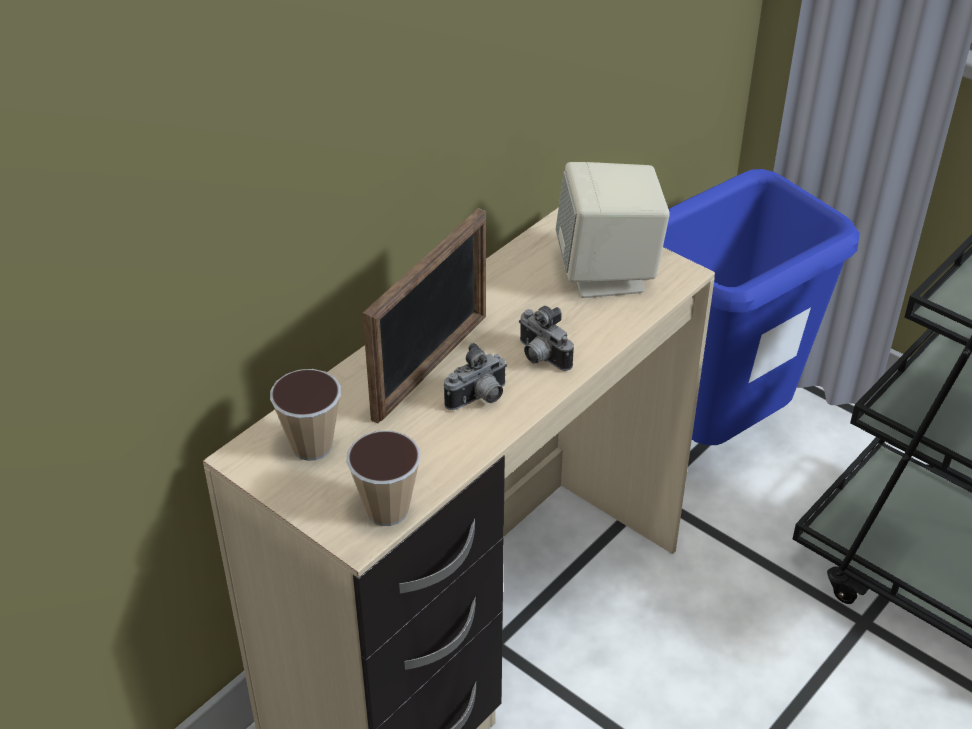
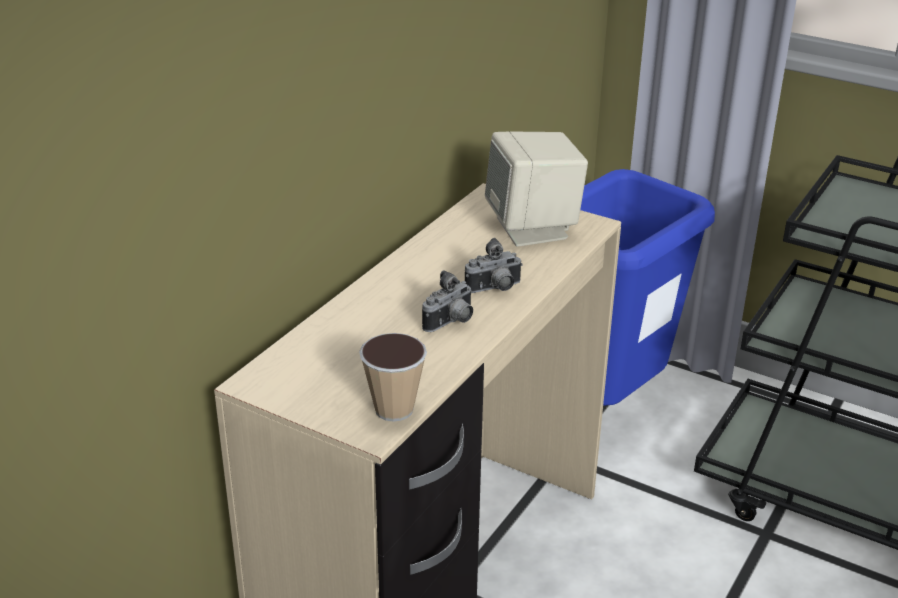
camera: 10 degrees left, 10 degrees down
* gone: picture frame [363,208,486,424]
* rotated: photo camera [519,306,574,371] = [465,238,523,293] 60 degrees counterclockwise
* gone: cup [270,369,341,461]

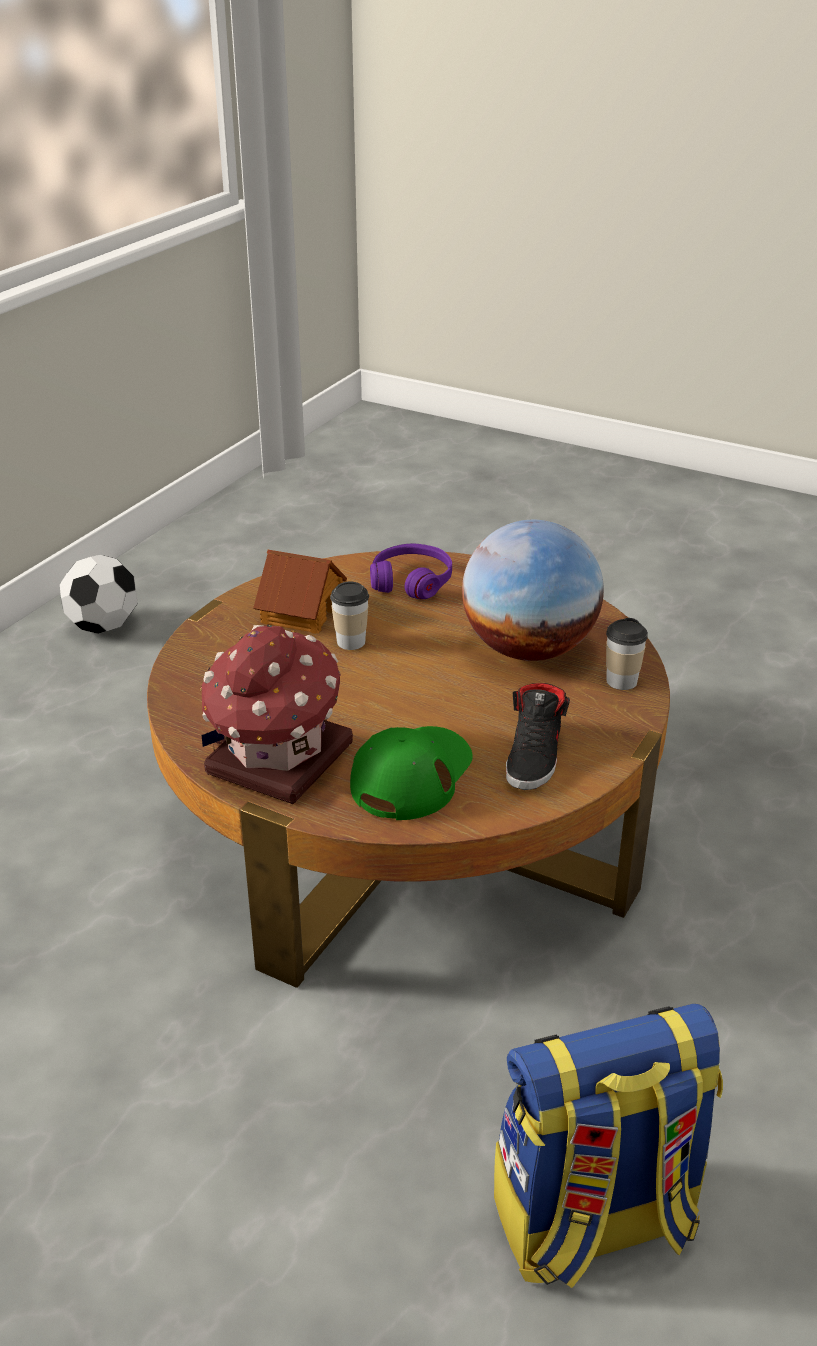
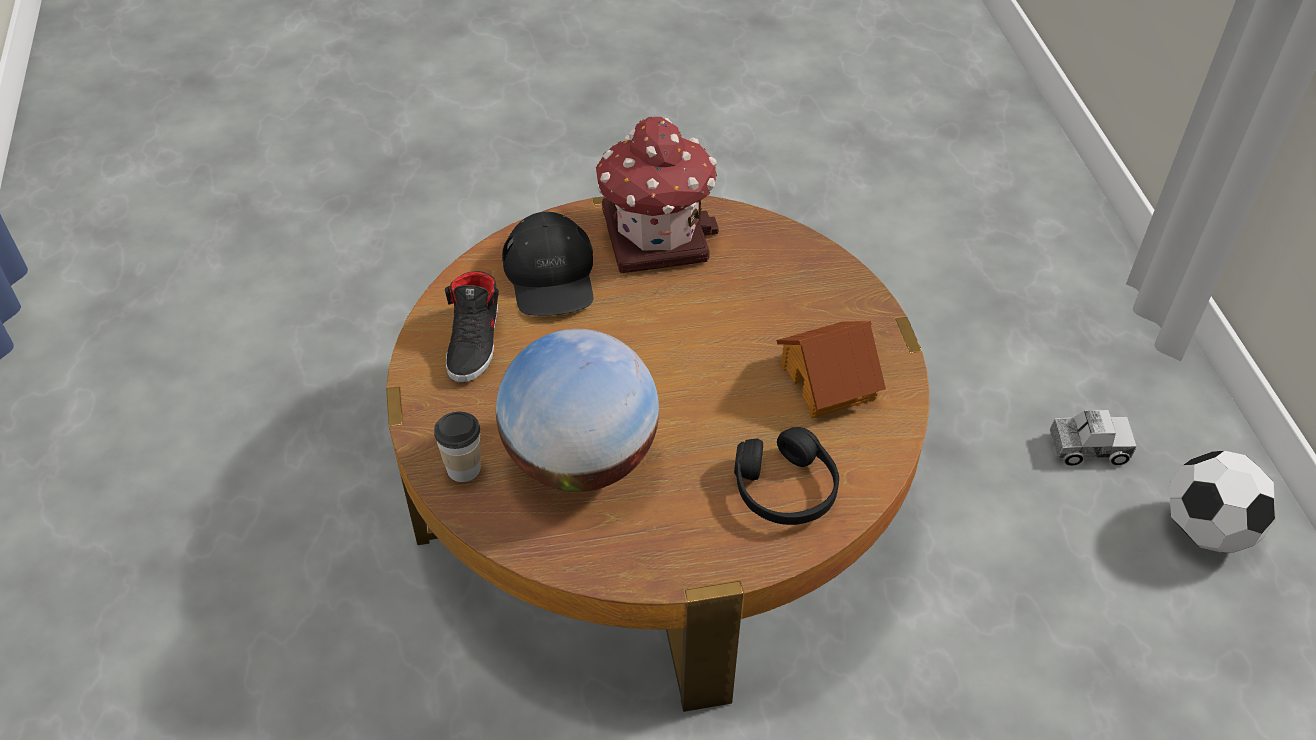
camera: 140 degrees right, 15 degrees up
* repainted: headphones (purple) [370,543,452,599] to headphones (black) [734,427,839,525]
* gone: cup [330,582,369,650]
* rotated: shoe (black) [506,683,570,790] = [445,271,499,383] 150 degrees counterclockwise
* repainted: cap (green) [350,726,473,820] to cap (black) [502,212,593,316]
* gone: backpack [494,1004,723,1288]
* new: toy truck [1050,410,1137,466]

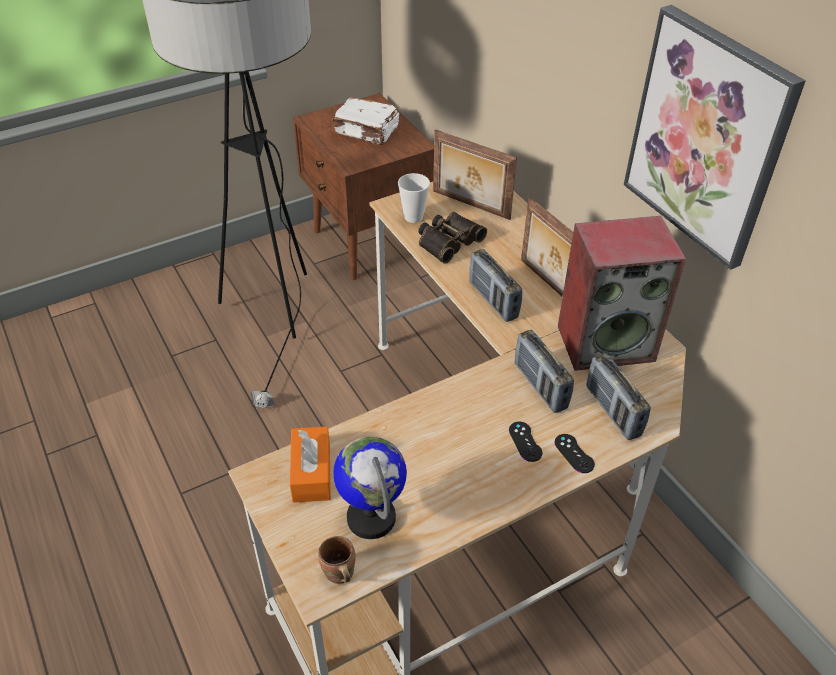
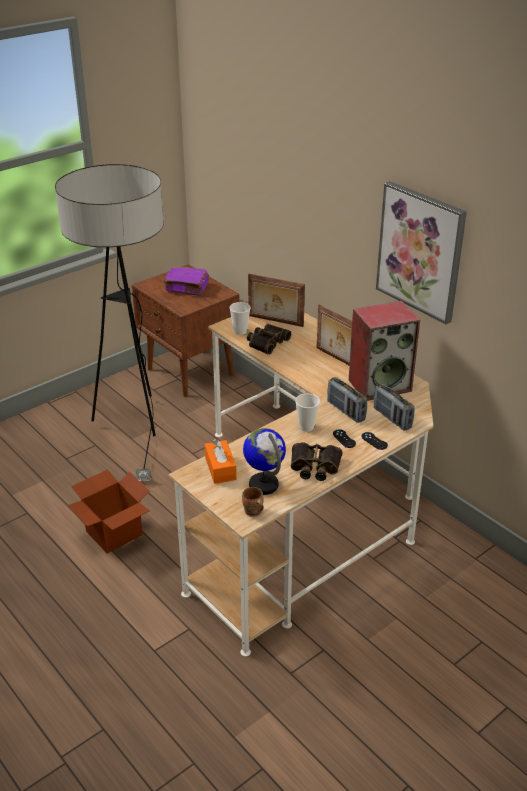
camera: 10 degrees left, 10 degrees down
* repainted: book (white) [332,97,399,145] to book (purple) [164,267,209,296]
* gone: radio [469,249,522,322]
* new: cup [295,394,320,432]
* new: binoculars [291,442,343,481]
* new: cardboard box [68,469,150,553]

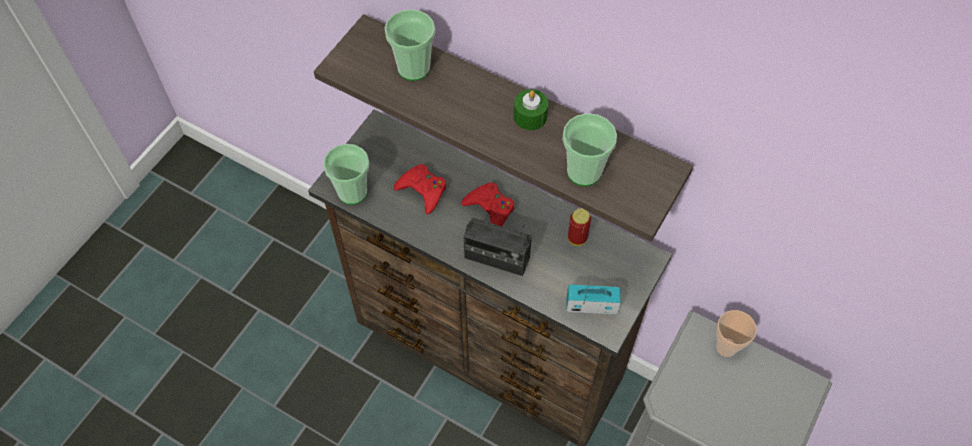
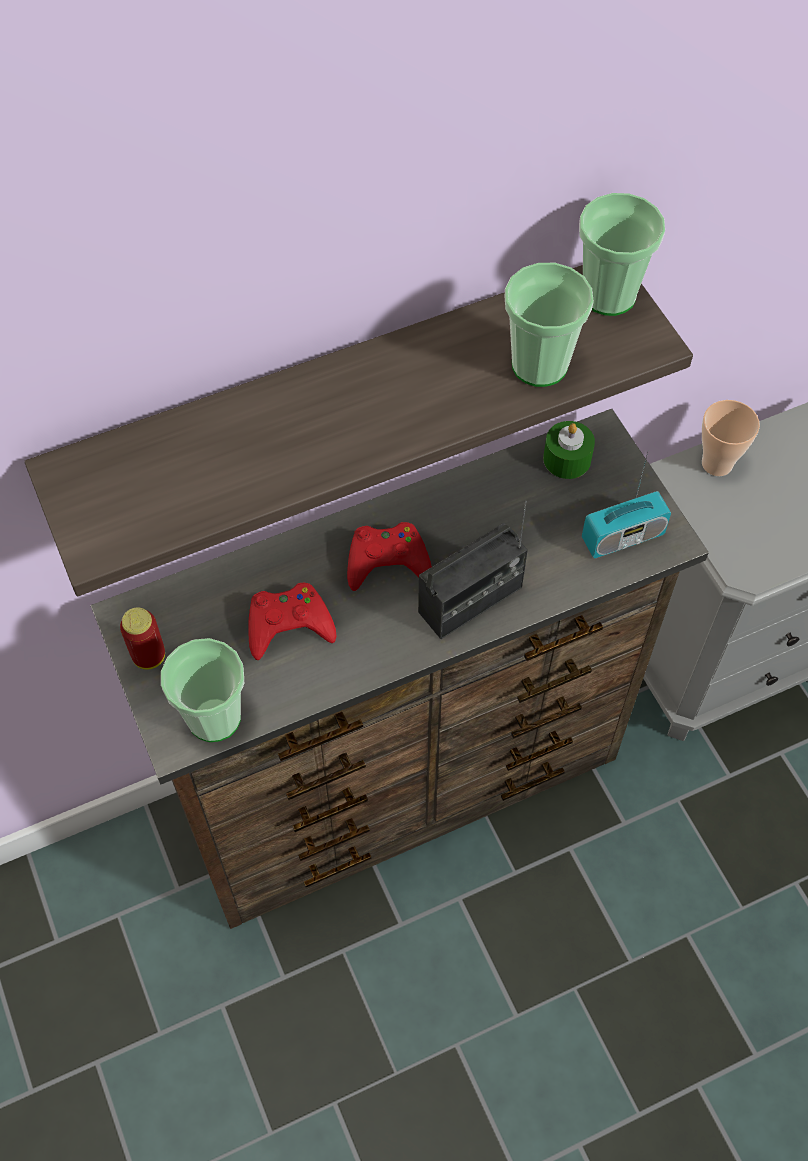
camera: 55 degrees left, 0 degrees up
* shifted: cup [384,10,435,81] to [579,193,665,316]
* shifted: candle (green) [514,89,548,130] to [543,421,595,479]
* shifted: can [568,209,591,246] to [120,607,165,670]
* rotated: radio [566,280,621,315] = [582,450,671,558] 150 degrees counterclockwise

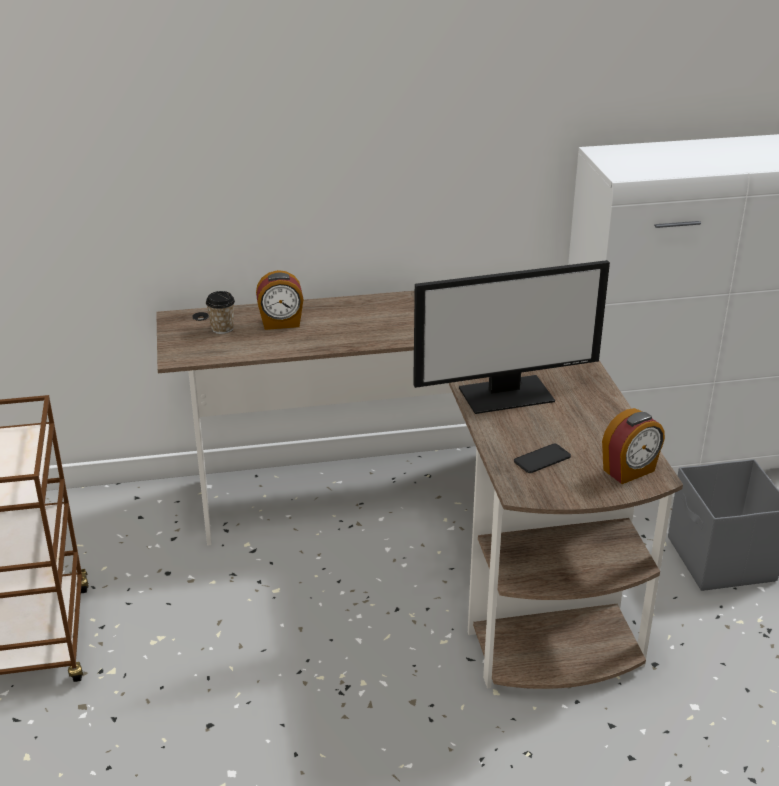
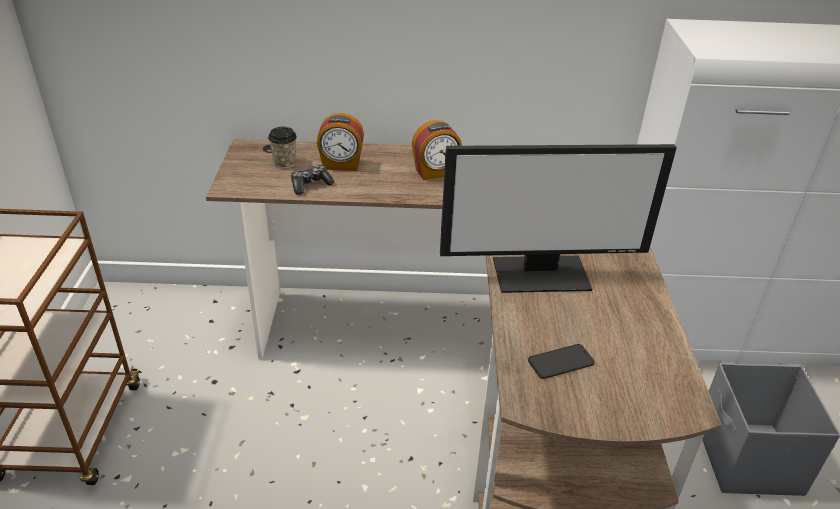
camera: 10 degrees right, 5 degrees up
* shifted: alarm clock [602,408,665,484] to [412,120,462,180]
* new: game controller [291,165,334,195]

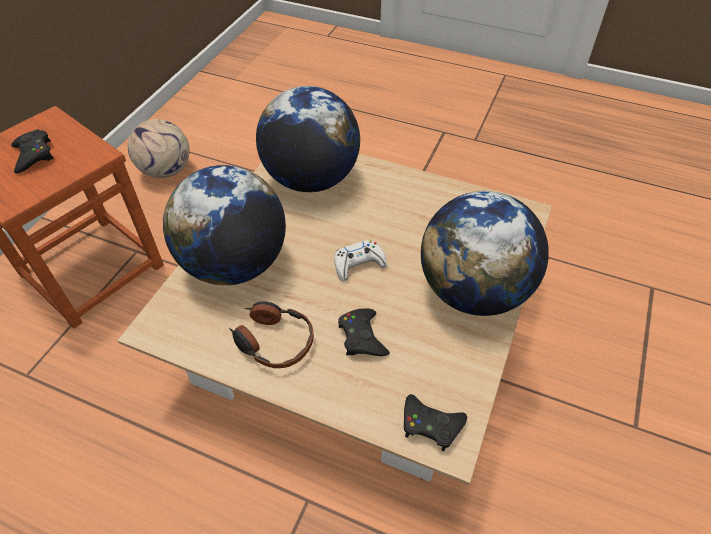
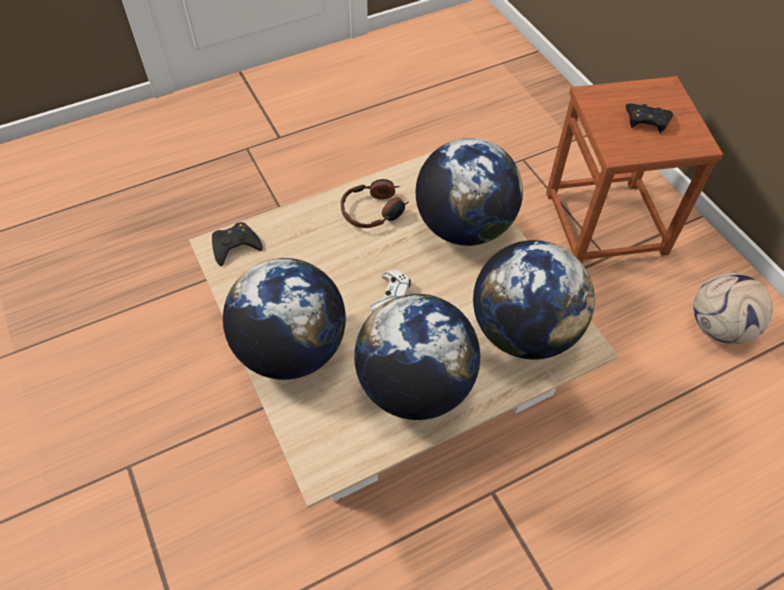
camera: 130 degrees right, 5 degrees up
* gone: game controller (black) [338,308,390,356]
* new: globe [354,294,480,420]

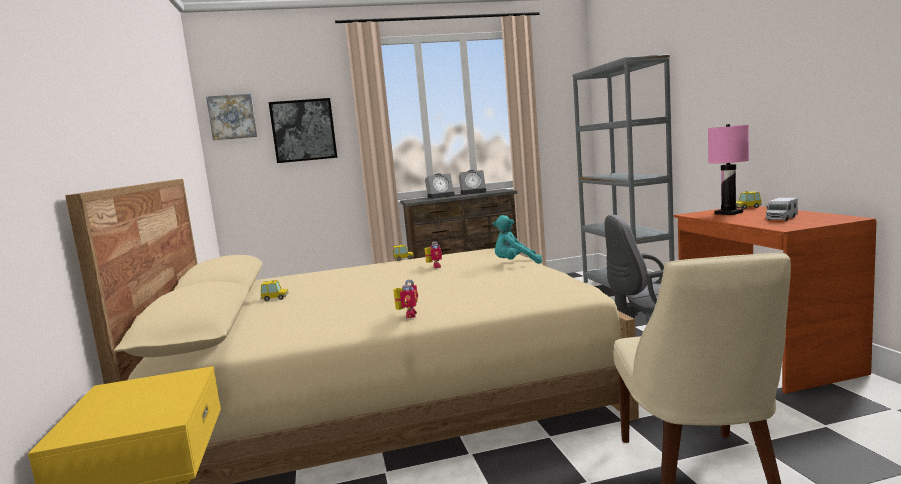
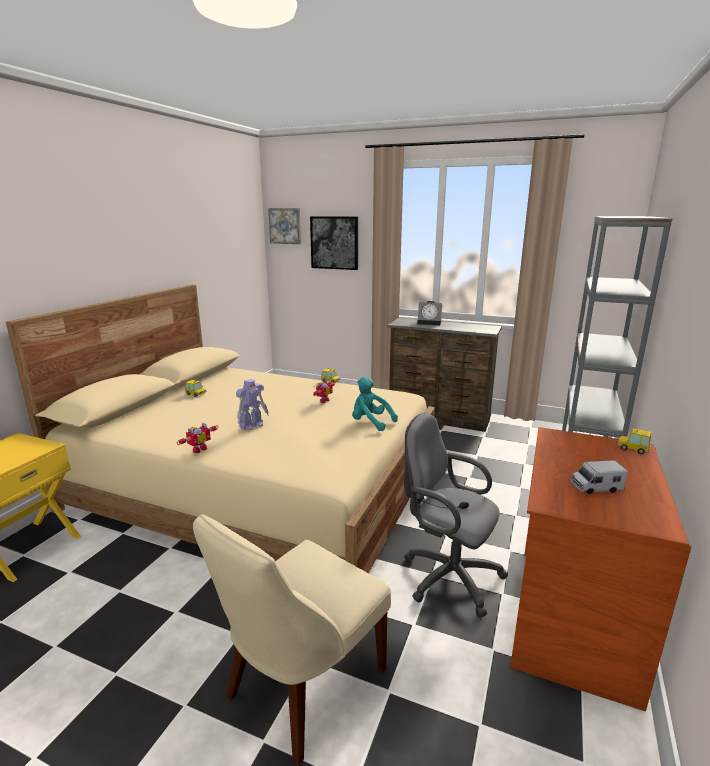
camera: 35 degrees right, 10 degrees up
* gone: table lamp (pink) [708,124,749,215]
* gone: alarm clock [459,170,486,195]
* new: toy robot [236,379,269,430]

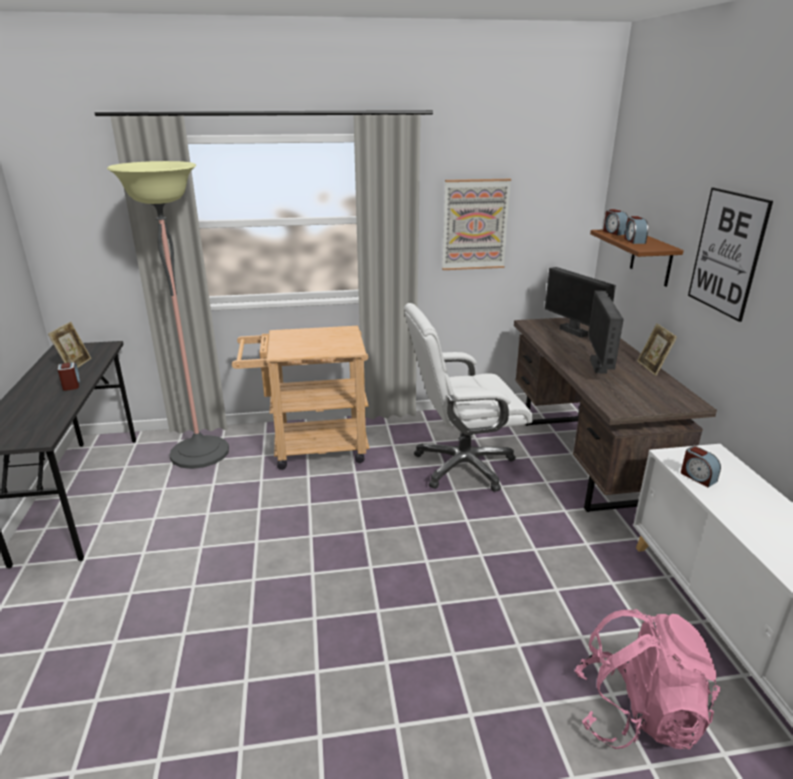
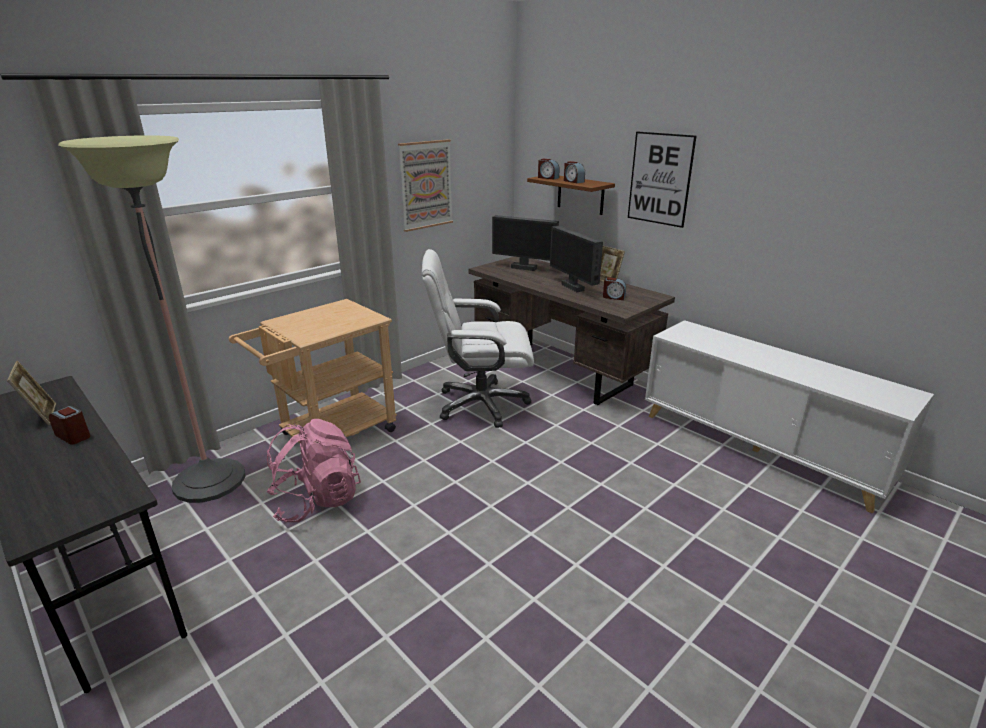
camera: 35 degrees left, 0 degrees up
* rotated: office chair (white) [404,303,533,492] = [422,249,534,428] 45 degrees clockwise
* shifted: alarm clock [681,446,721,487] to [603,277,626,300]
* shifted: backpack (pink) [574,609,721,749] to [266,419,361,522]

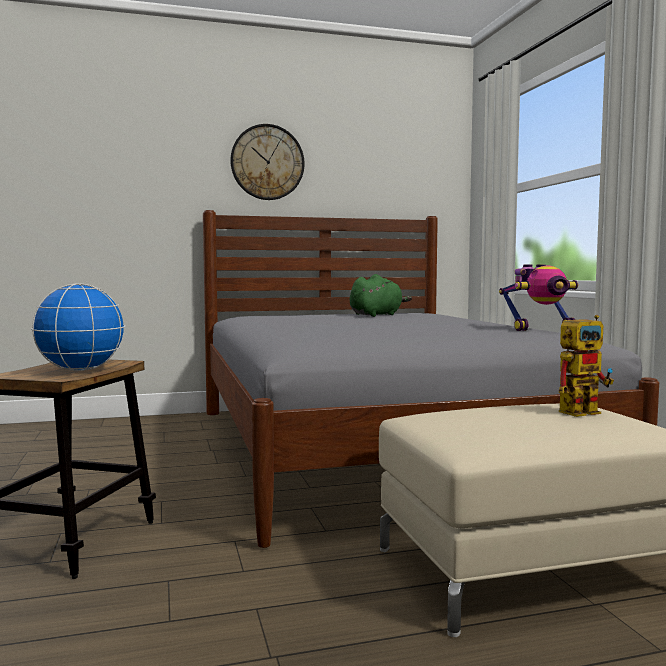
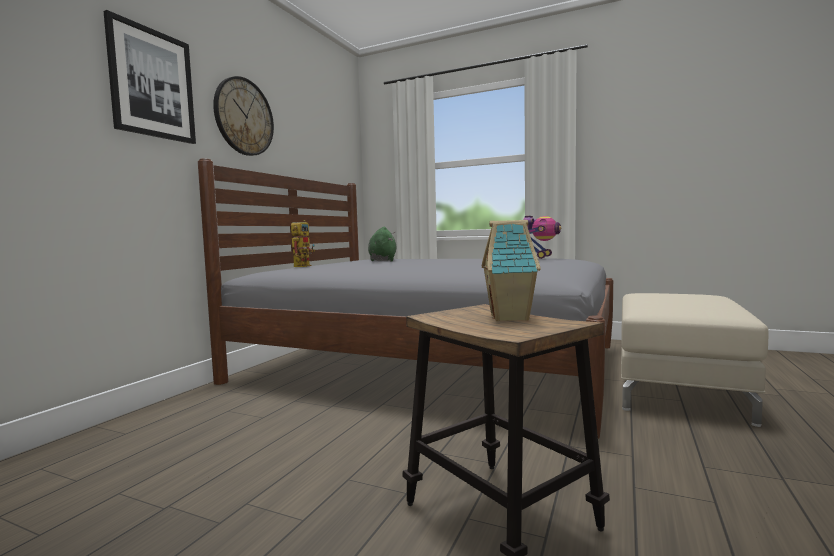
camera: 50 degrees left, 0 degrees up
* swapped: globe [31,284,125,371] to toy house [482,220,541,321]
* shifted: toy robot [559,315,614,417] to [291,220,315,267]
* new: picture [104,10,196,144]

